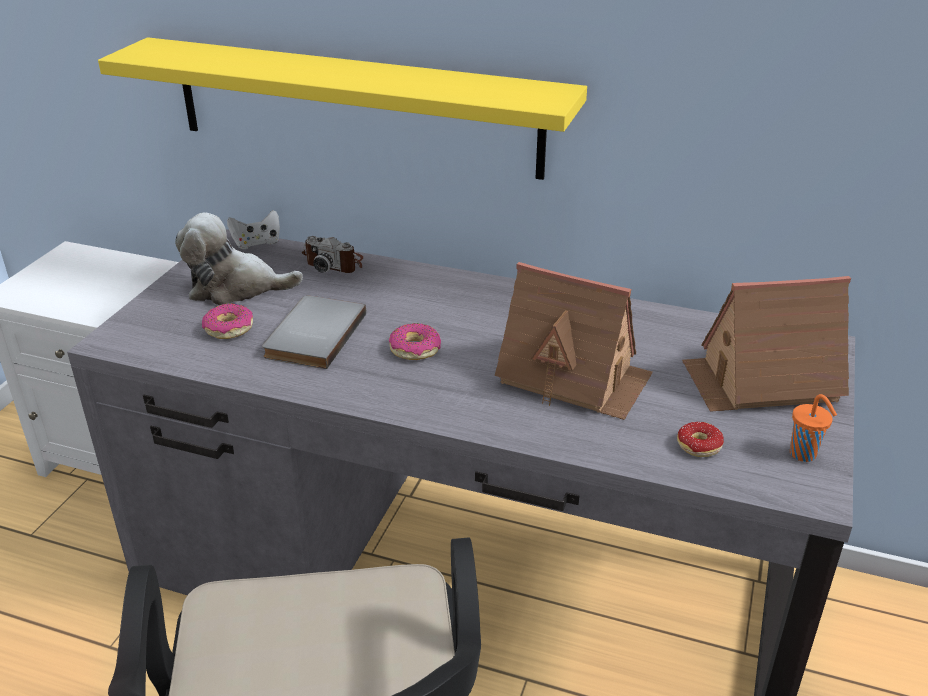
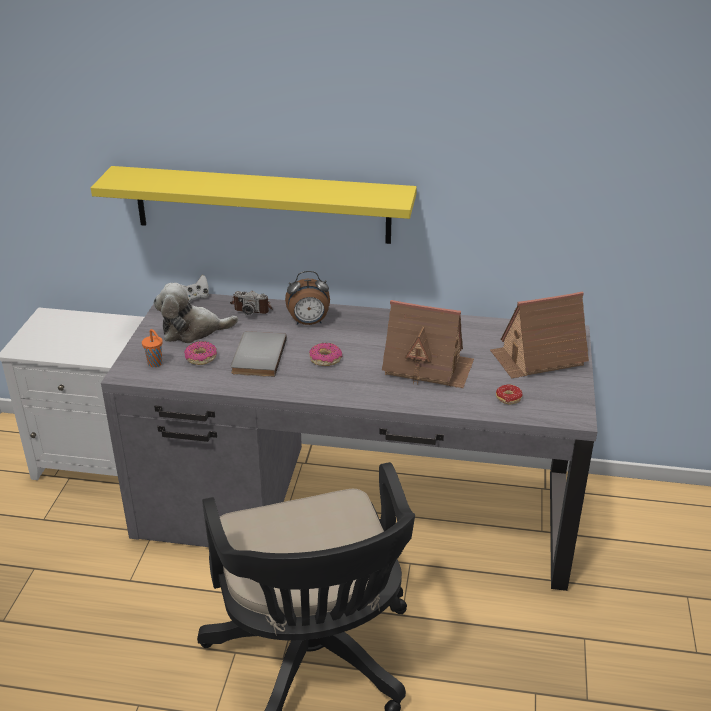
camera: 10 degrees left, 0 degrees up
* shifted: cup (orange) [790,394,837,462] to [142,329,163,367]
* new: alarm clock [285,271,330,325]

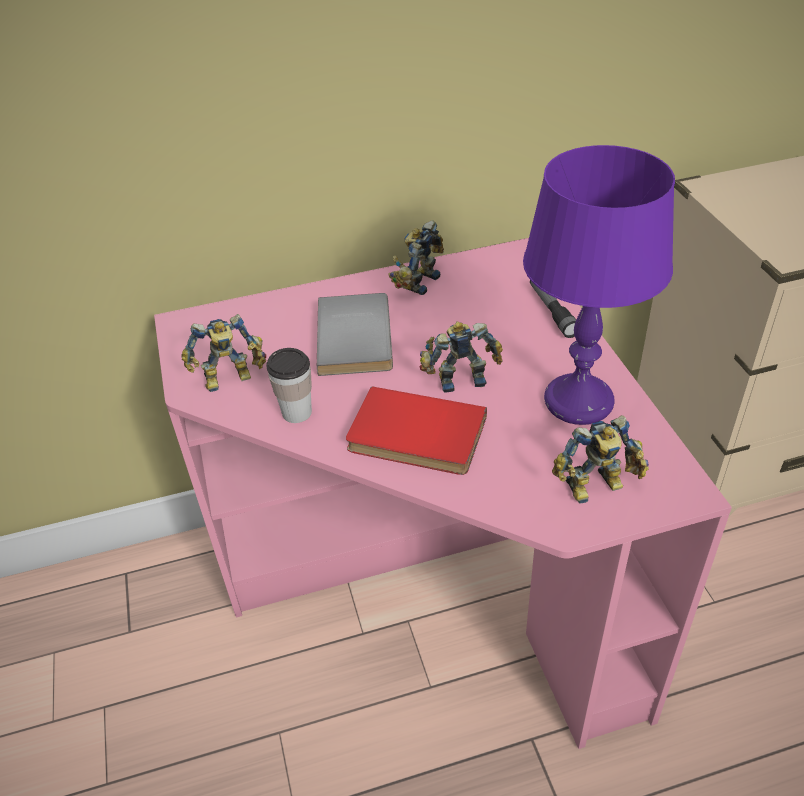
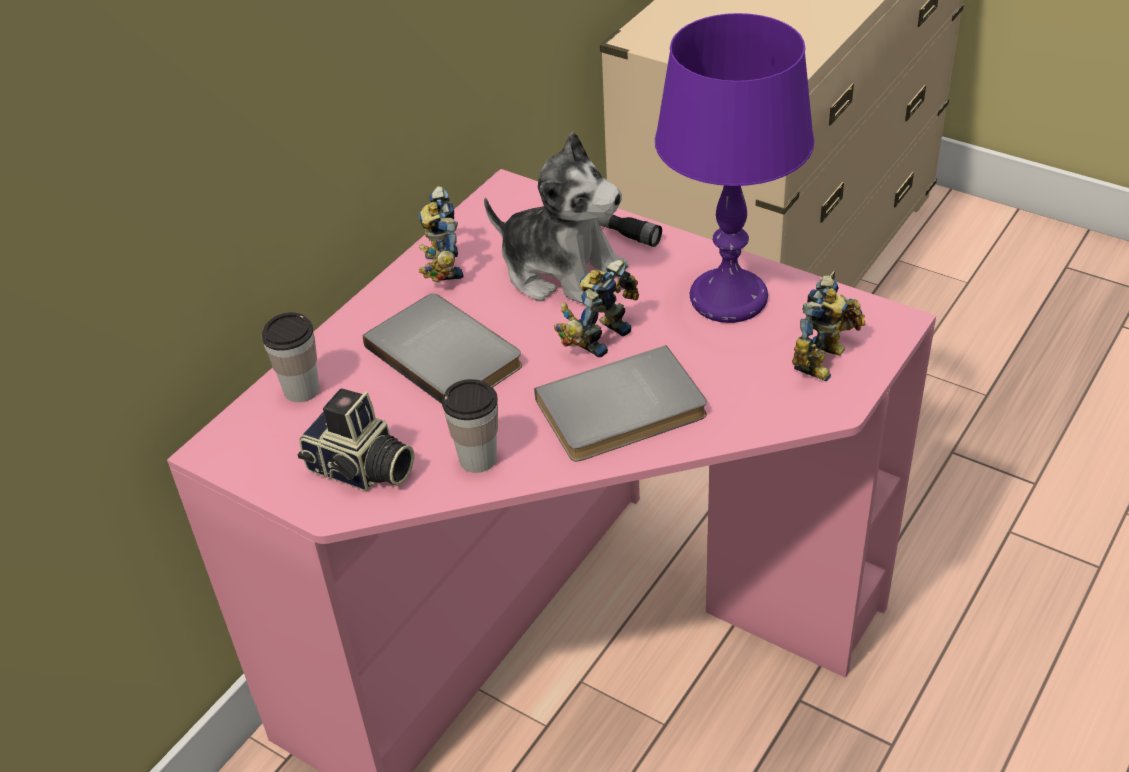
camera: 40 degrees left, 0 degrees up
* swapped: toy robot [181,314,266,392] to photo camera [297,388,414,491]
* repainted: book (red) [346,386,487,475] to book (grey) [534,345,707,462]
* new: plush toy [484,132,629,304]
* new: cup [262,312,319,402]

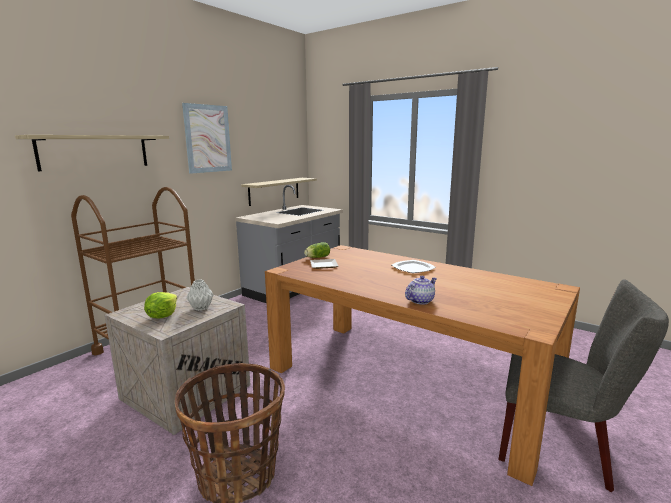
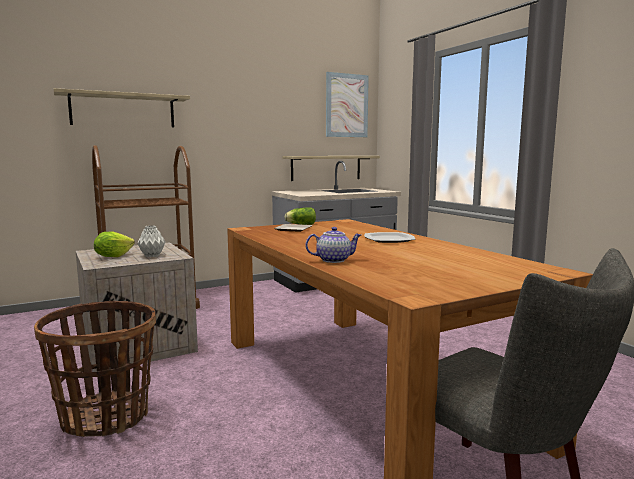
camera: 25 degrees right, 5 degrees down
* shifted: picture [182,103,232,174] to [326,72,369,137]

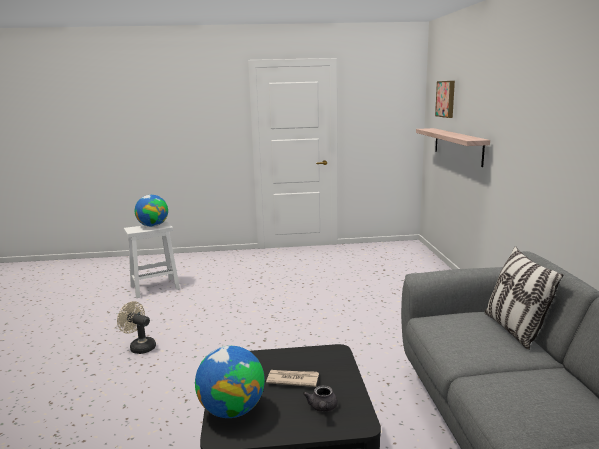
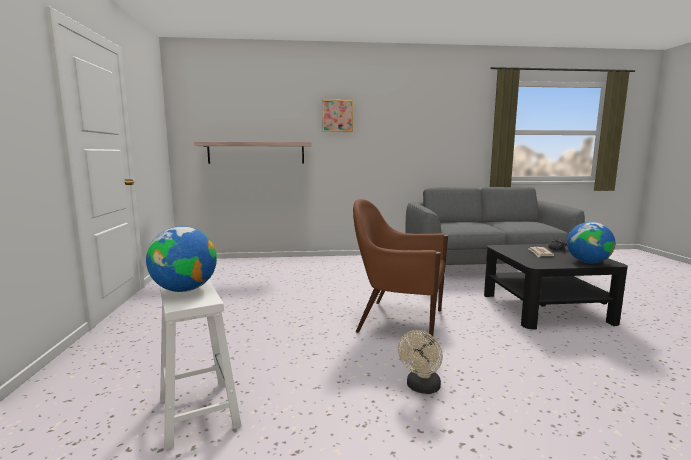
camera: 90 degrees left, 5 degrees down
* shifted: picture [435,81,455,118] to [322,100,353,132]
* gone: pillow [485,246,563,350]
* new: armchair (brown) [353,199,448,336]

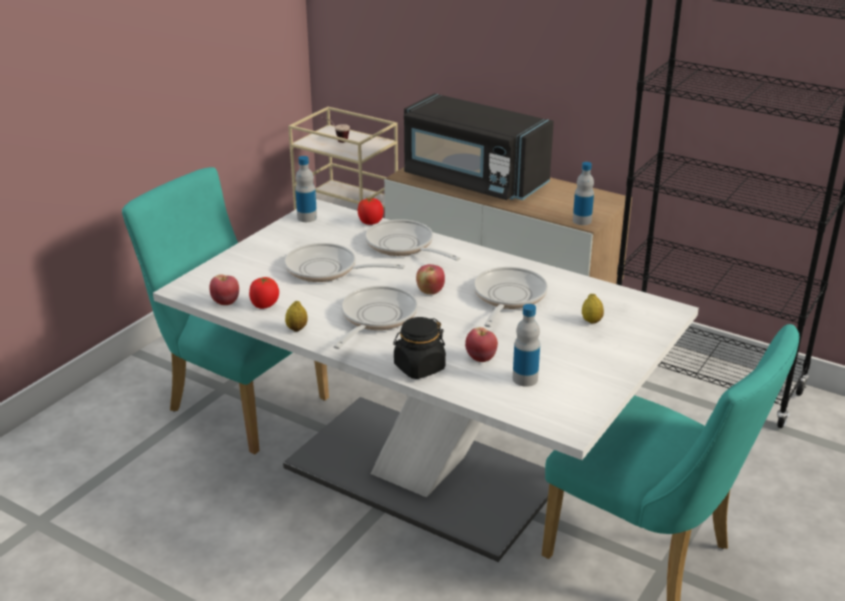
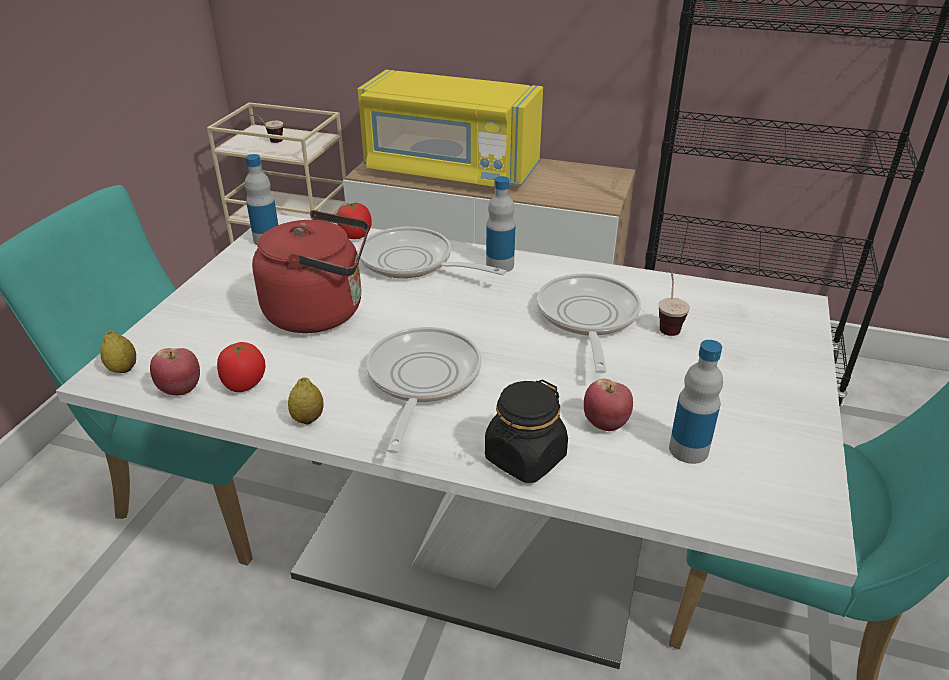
camera: 15 degrees left, 5 degrees up
* repainted: microwave (black) [404,93,554,200] to microwave (yellow) [358,70,543,187]
* shifted: bottle [573,162,594,225] to [486,176,515,272]
* swapped: frying pan [284,243,405,282] to kettle (red) [252,210,369,333]
* gone: apple [416,264,445,295]
* shifted: lemon [582,294,604,324] to [100,331,136,373]
* new: cup [659,267,690,336]

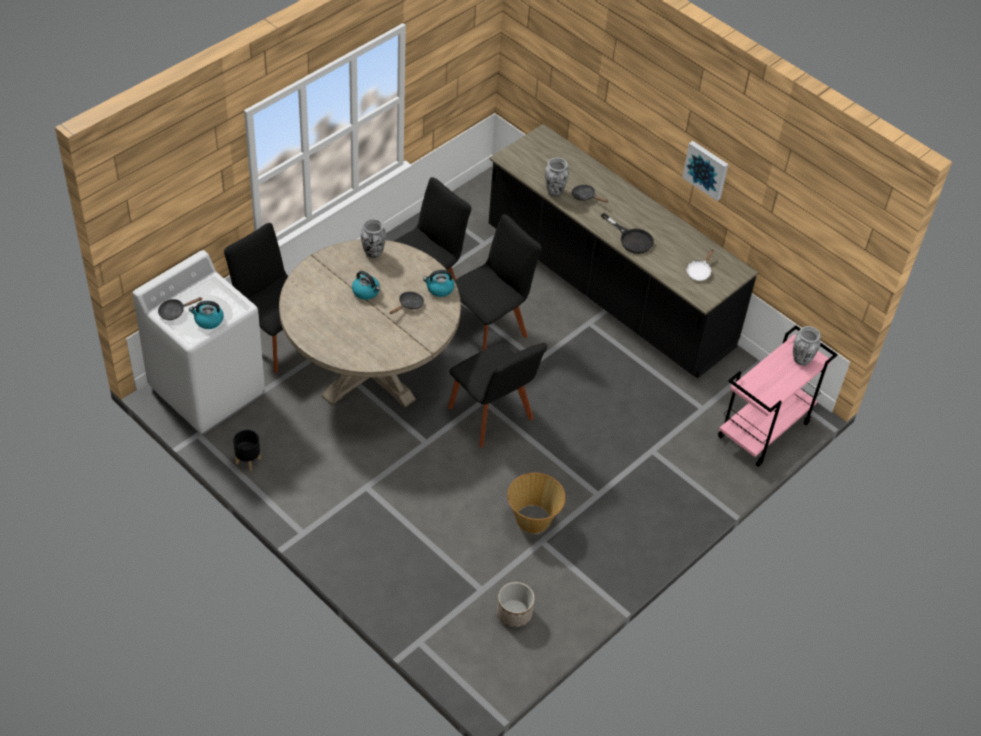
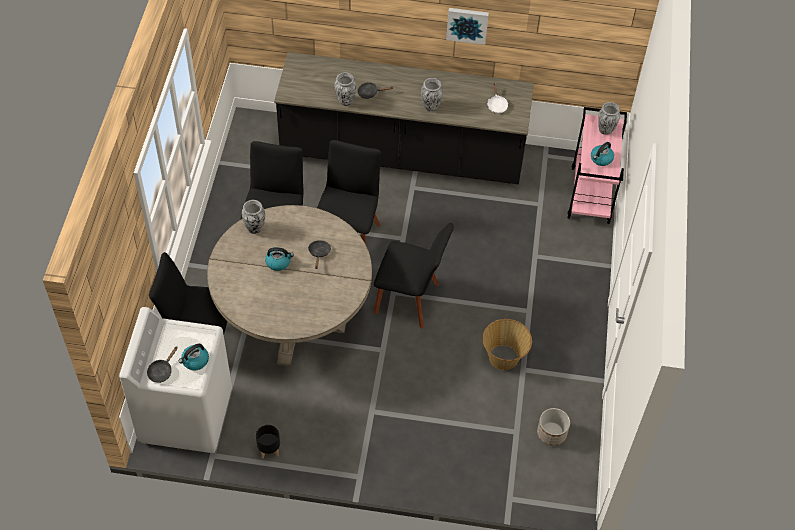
camera: 35 degrees left, 5 degrees up
* swapped: frying pan (black) [601,213,654,254] to vase [421,78,443,111]
* shifted: kettle [423,270,455,297] to [591,142,614,166]

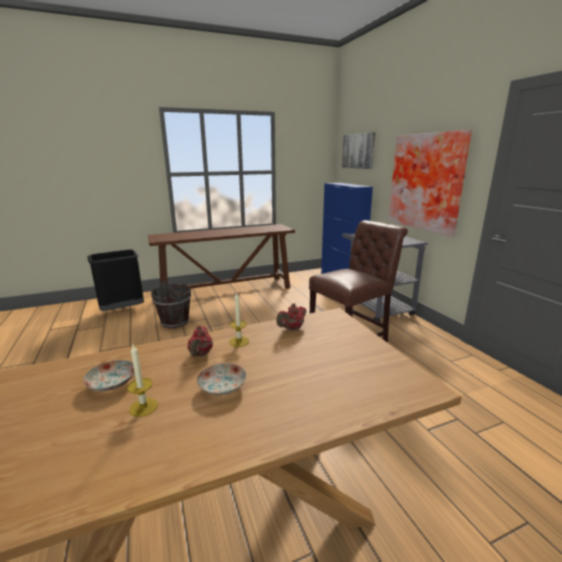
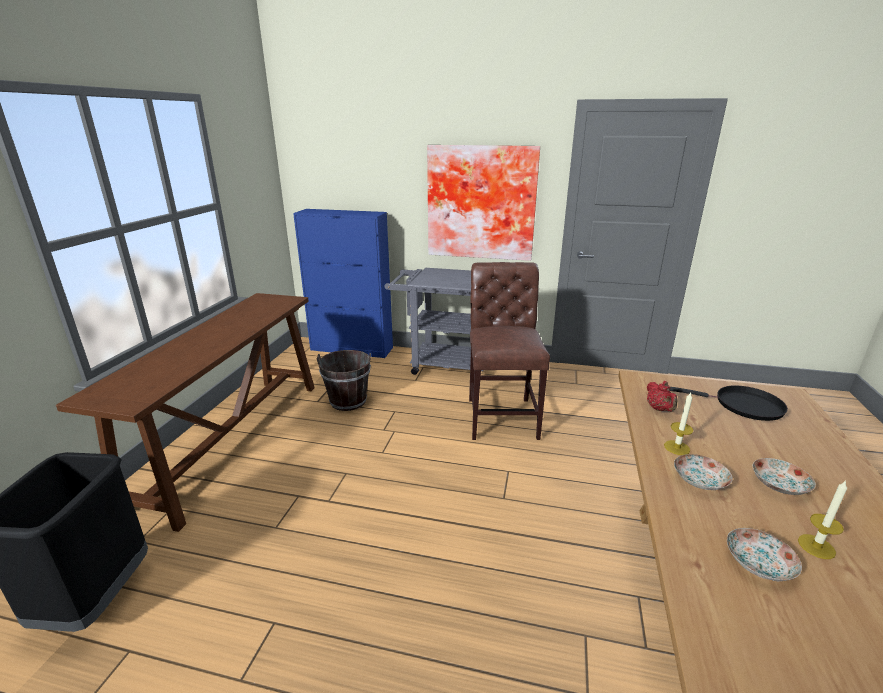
camera: 55 degrees left, 5 degrees up
* gone: picture [342,132,375,169]
* shifted: bucket (brown) [151,281,191,328] to [316,350,371,411]
* swapped: teapot (red) [187,325,213,357] to plate [674,454,733,490]
* new: frying pan (black) [670,385,788,421]

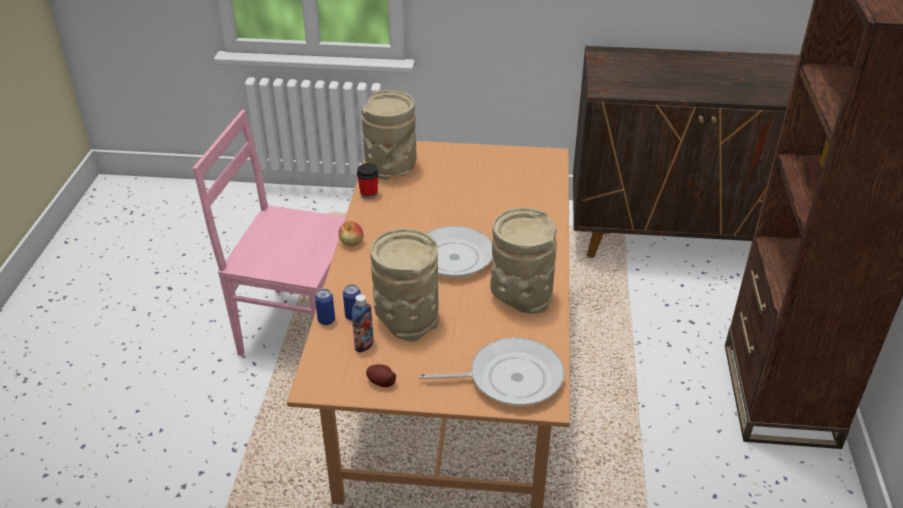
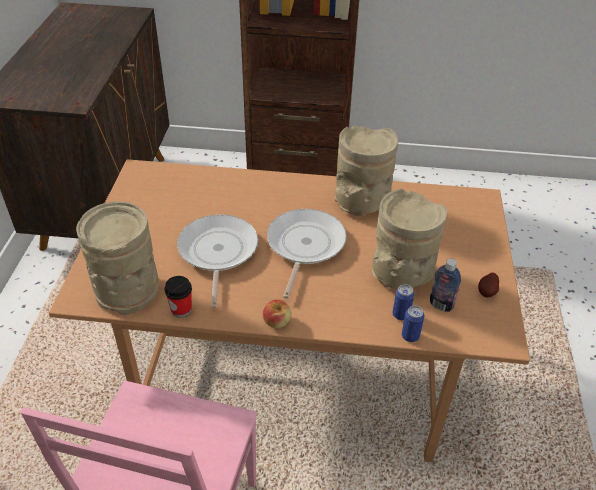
camera: 90 degrees left, 5 degrees up
* shifted: frying pan [419,338,565,406] to [177,214,258,309]

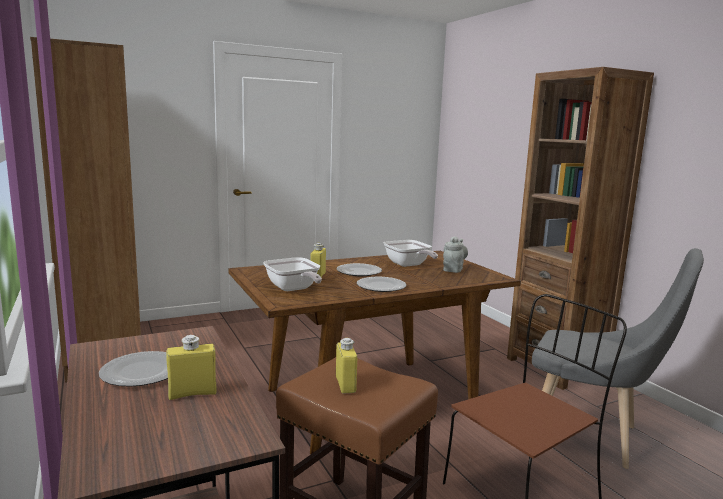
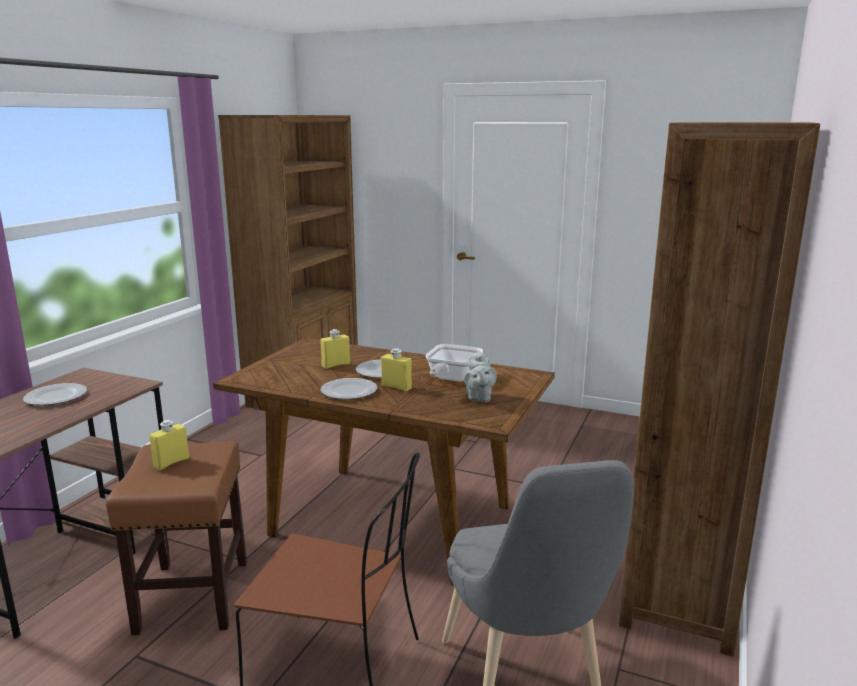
camera: 50 degrees right, 5 degrees up
* rotated: teapot (grey) [443,236,468,273] = [464,351,497,402] 105 degrees clockwise
* gone: frying pan [263,257,322,291]
* shifted: bottle (yellow) [166,335,217,400] to [381,348,412,391]

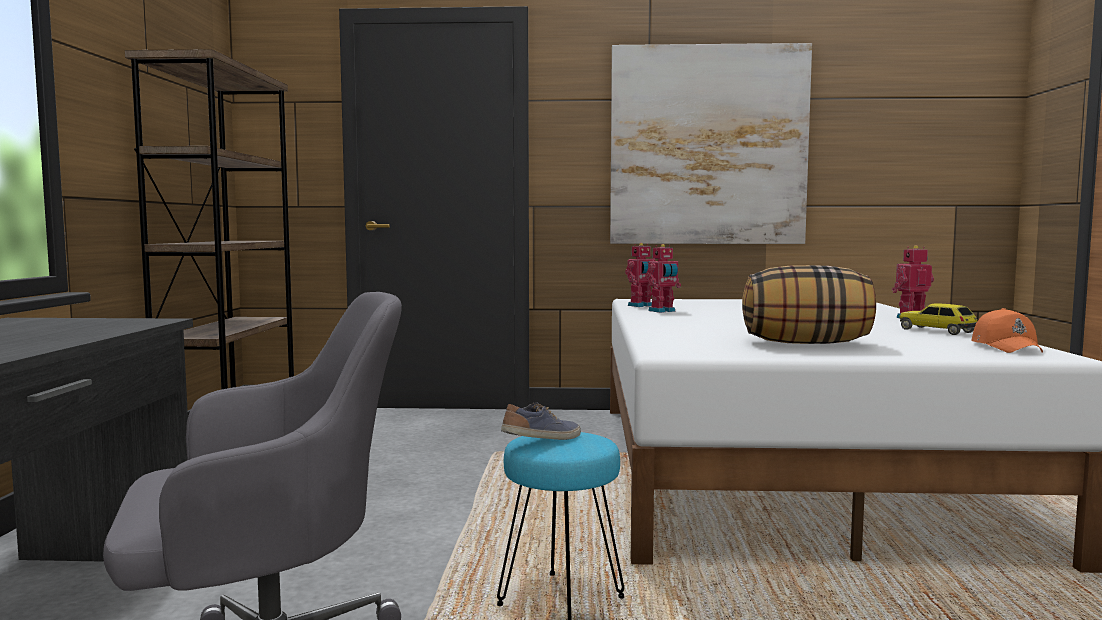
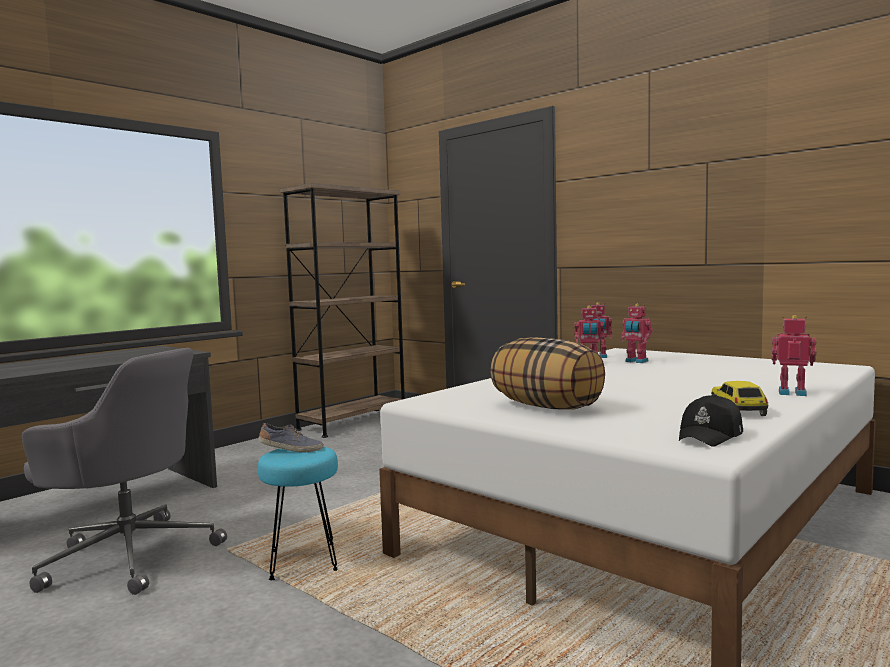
camera: 40 degrees right, 0 degrees up
* gone: picture [610,43,812,244]
* repainted: cap (orange) [971,308,1043,353] to cap (black) [679,394,743,447]
* new: toy robot [621,304,653,363]

